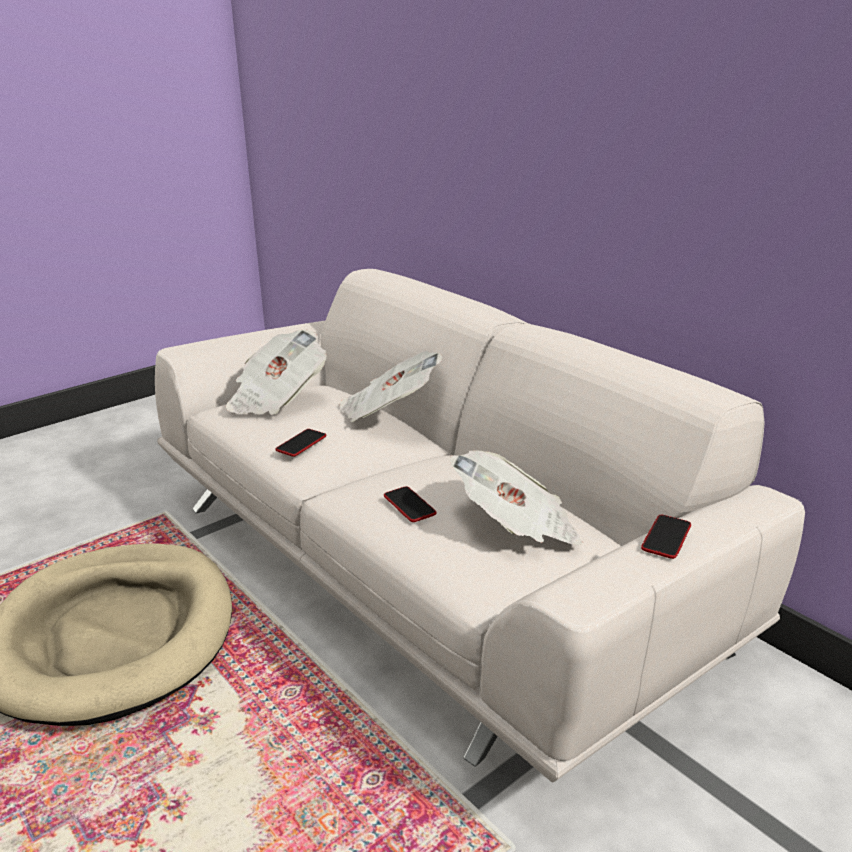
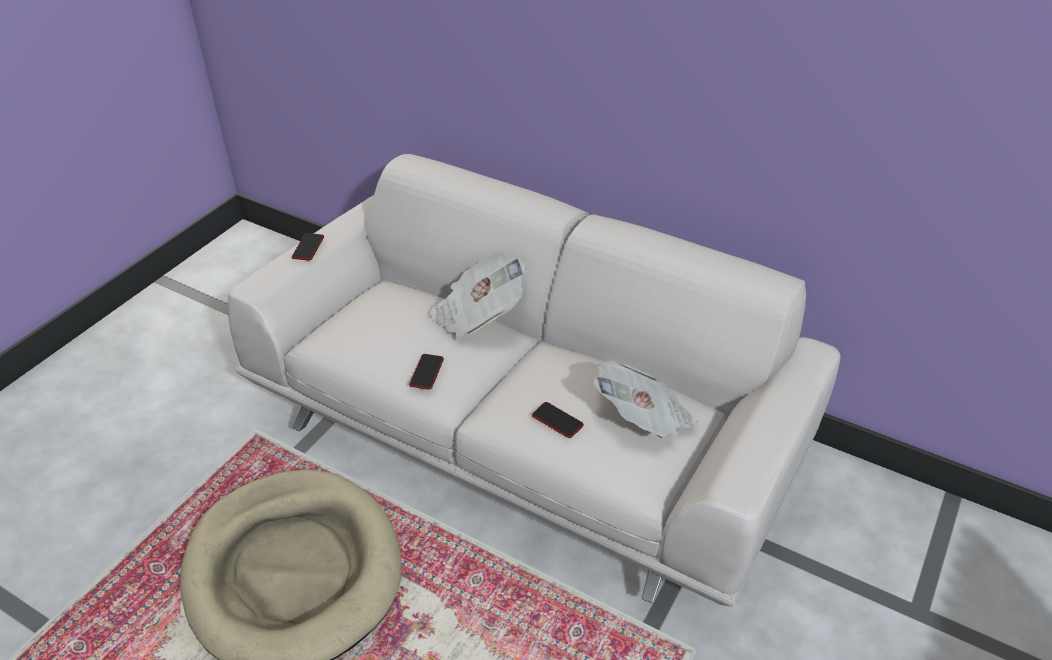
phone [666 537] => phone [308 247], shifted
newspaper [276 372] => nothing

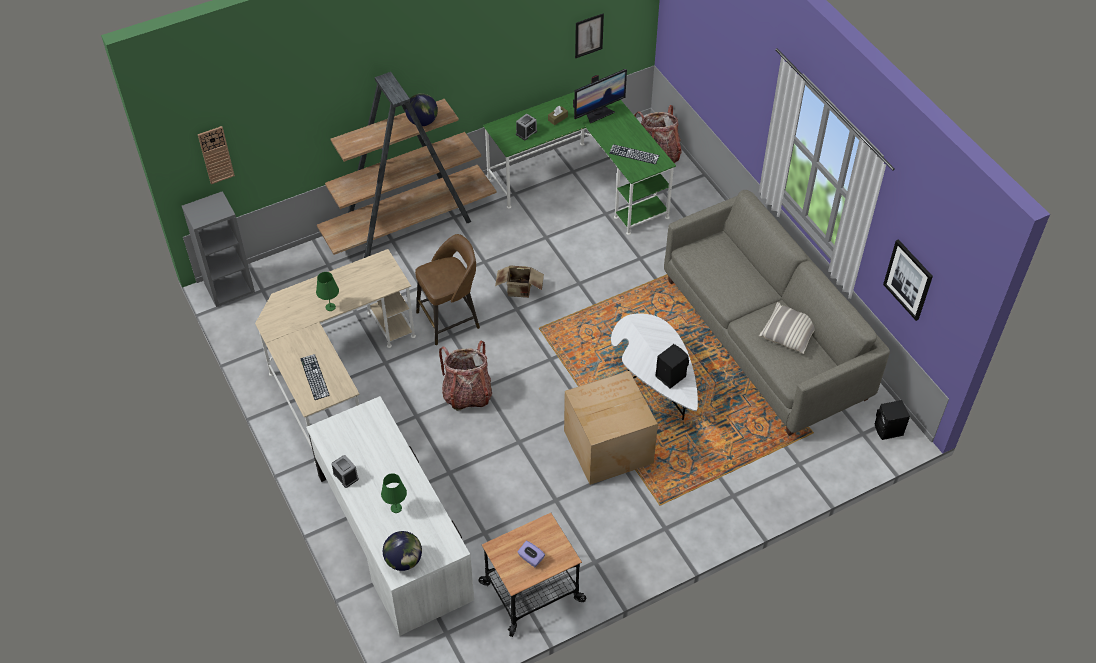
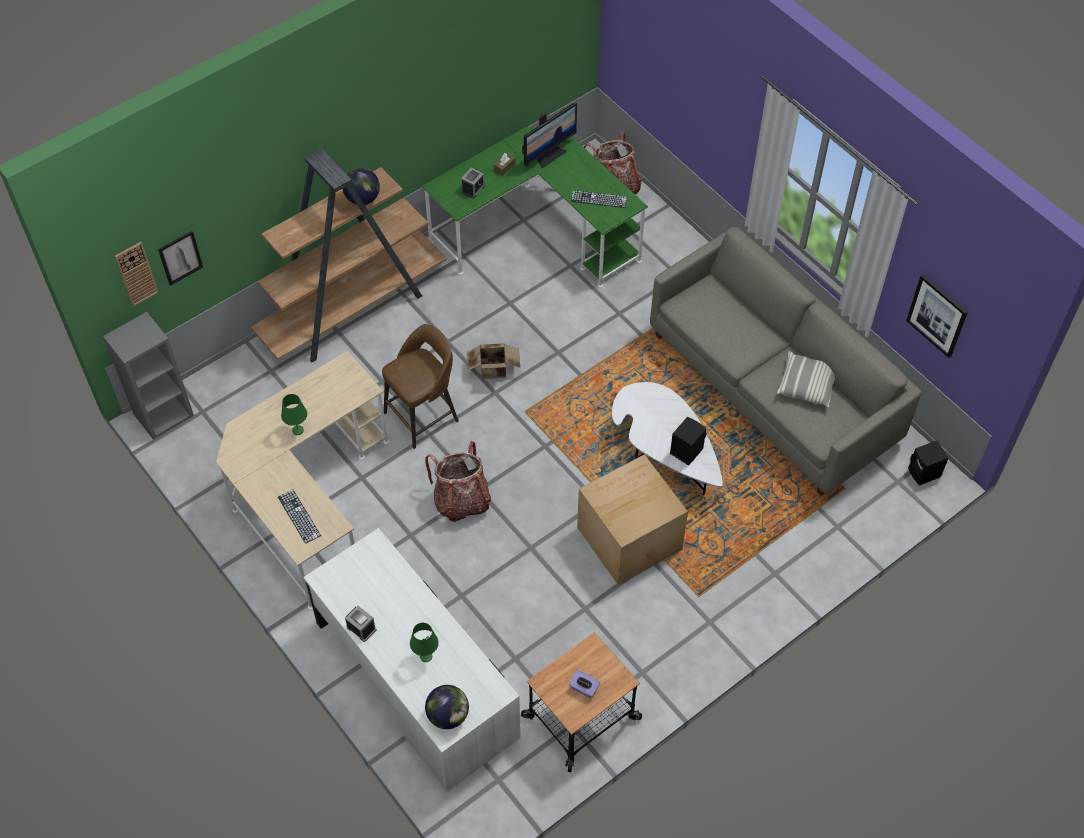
picture [589 36] => picture [180 258], shifted

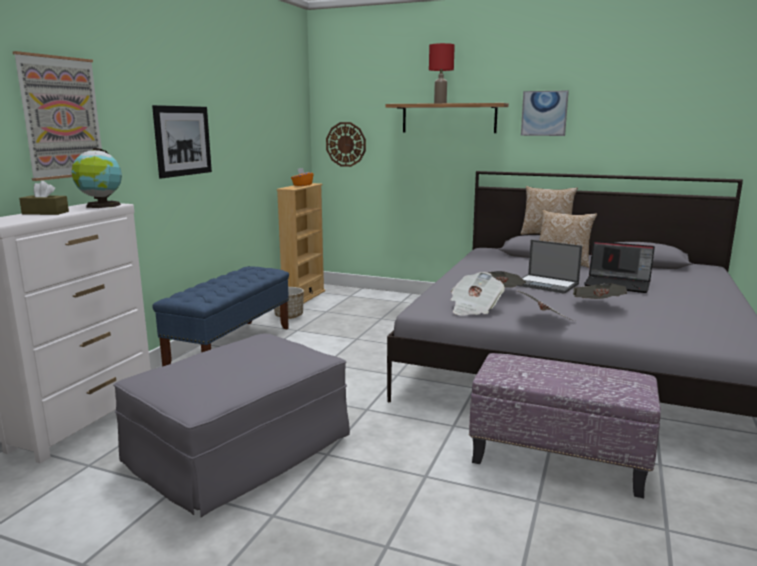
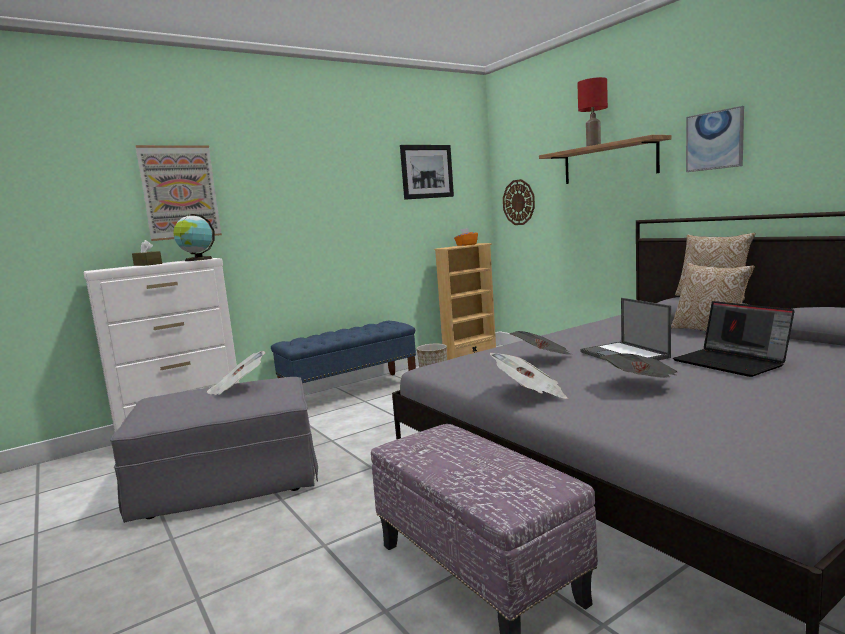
newspaper [477 294] => newspaper [236 373], shifted
picture [182 141] => picture [427 172], shifted

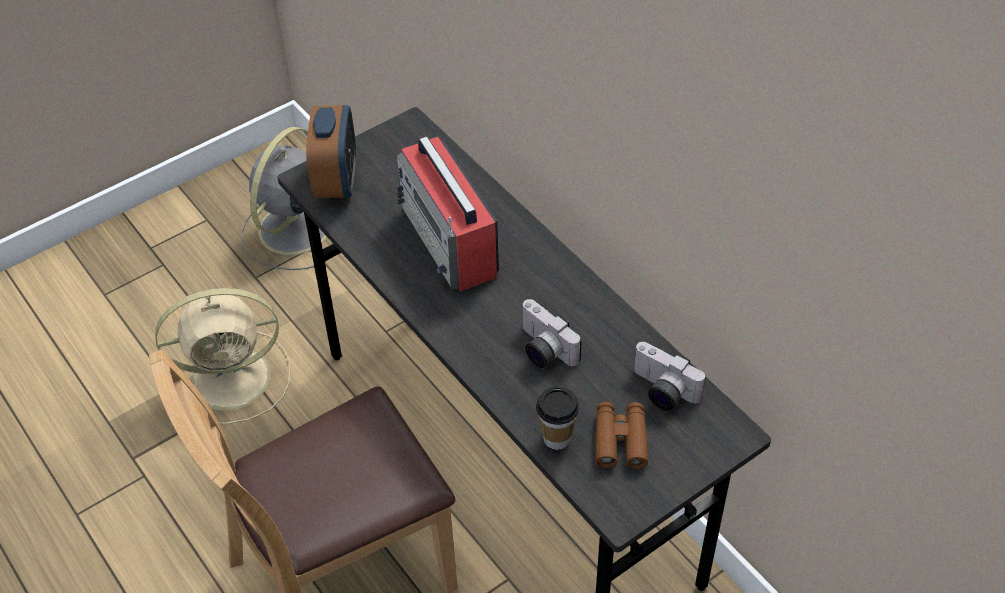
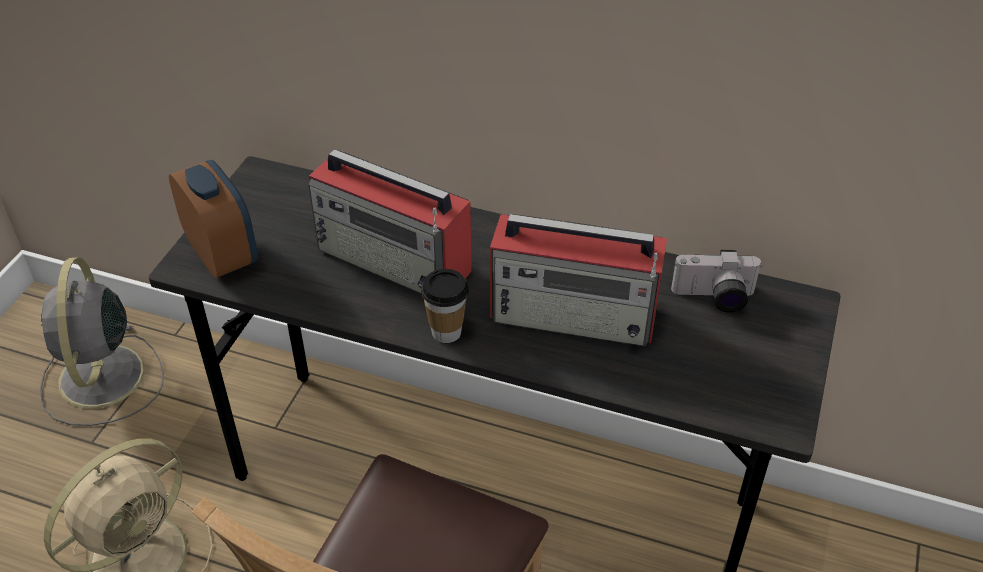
cup [558 418] => cup [445 306], shifted
photo camera [552 333] => radio [578 280]
brown binoculars [621 435] => nothing

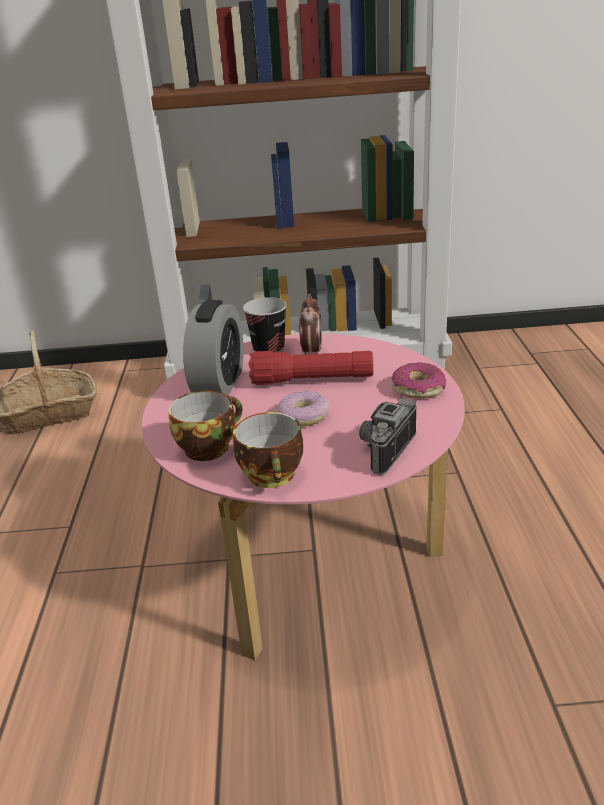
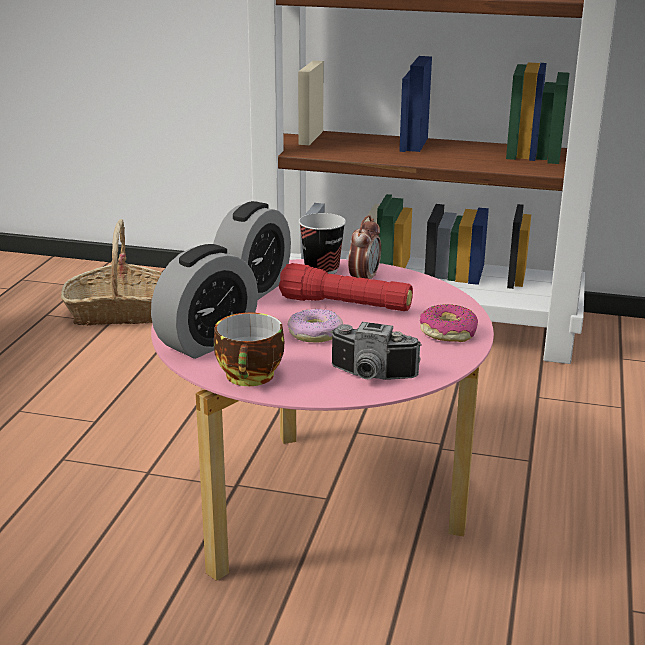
cup [205 426] => alarm clock [204 301]
photo camera [388 436] => photo camera [376 351], 120 degrees counterclockwise

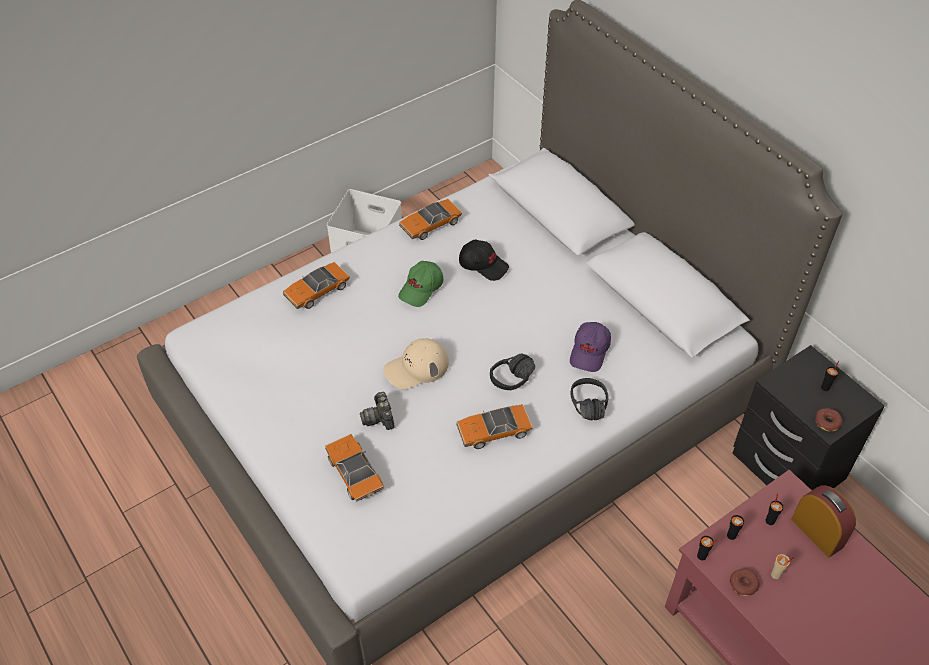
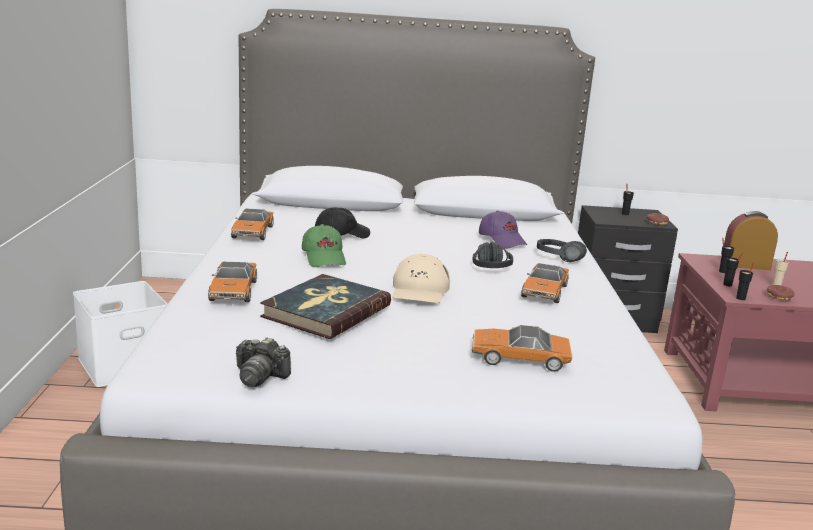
photo camera [377 411] => photo camera [263 362], shifted
nothing => book [325 306]

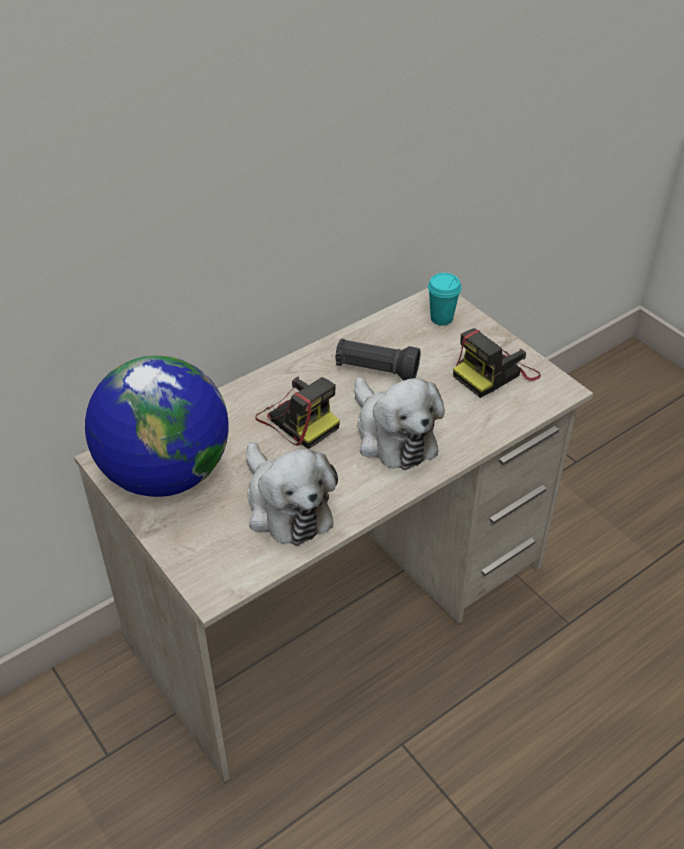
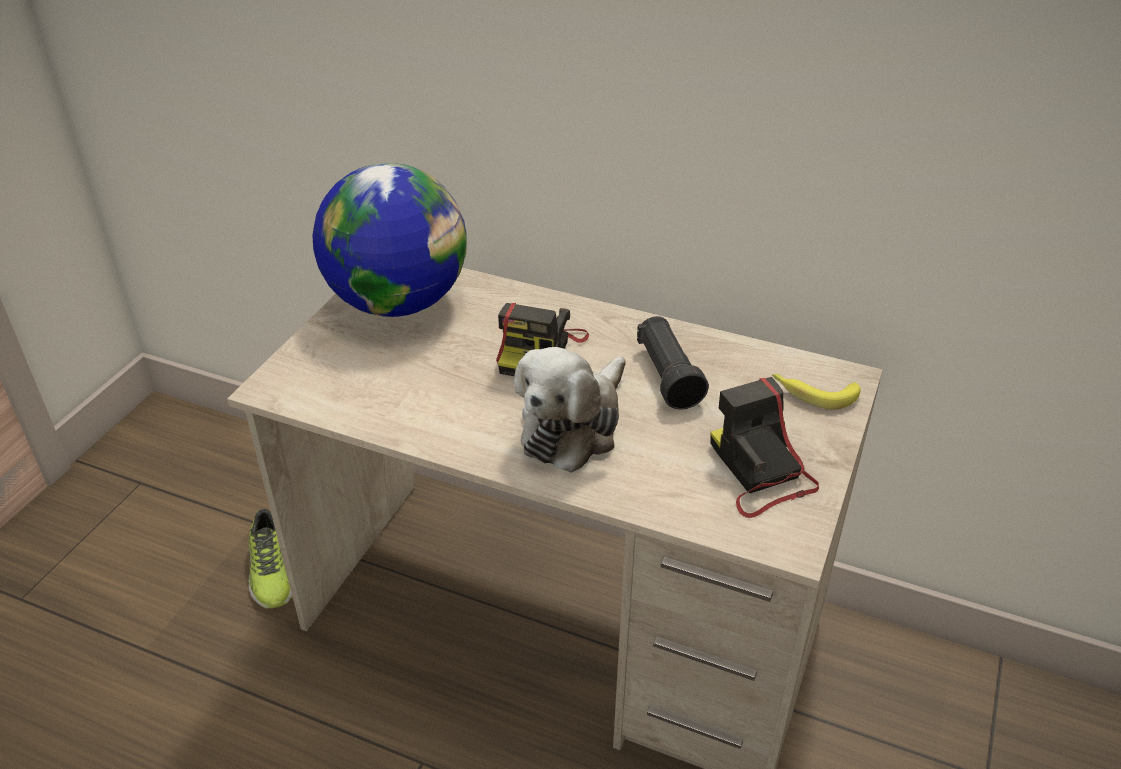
nothing => shoe [270 558]
photo camera [497 363] => photo camera [765 447], 45 degrees clockwise
turquoise cup [445 299] => banana [816 391]
plush toy [292 494] => nothing

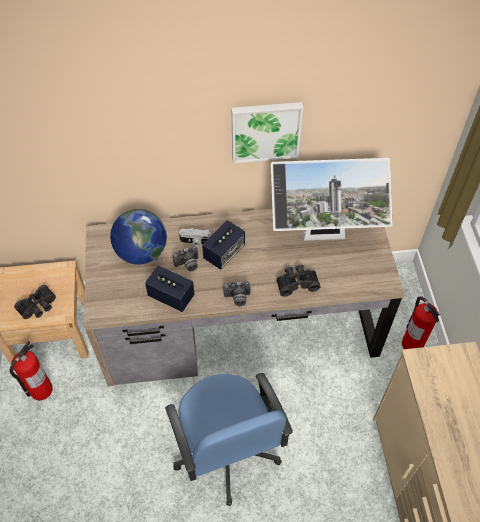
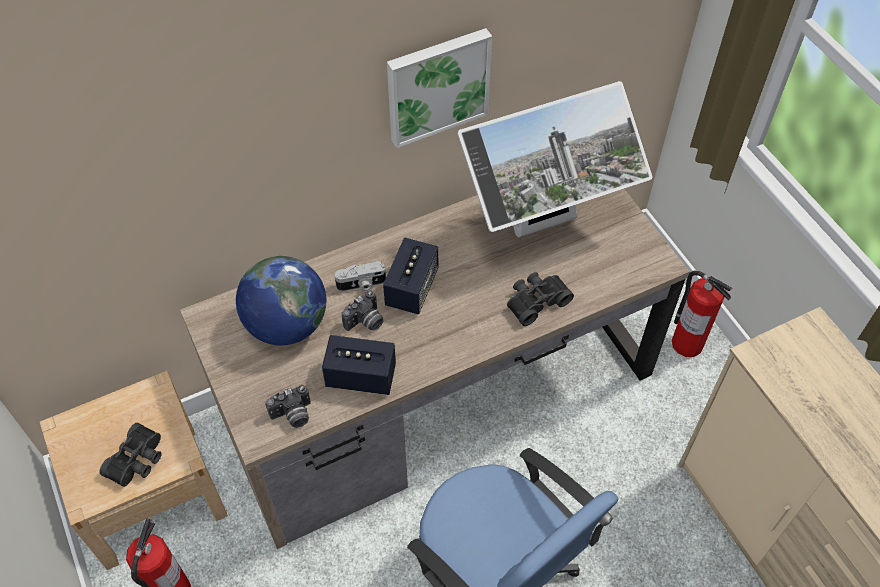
photo camera [236 293] => photo camera [288 406], shifted

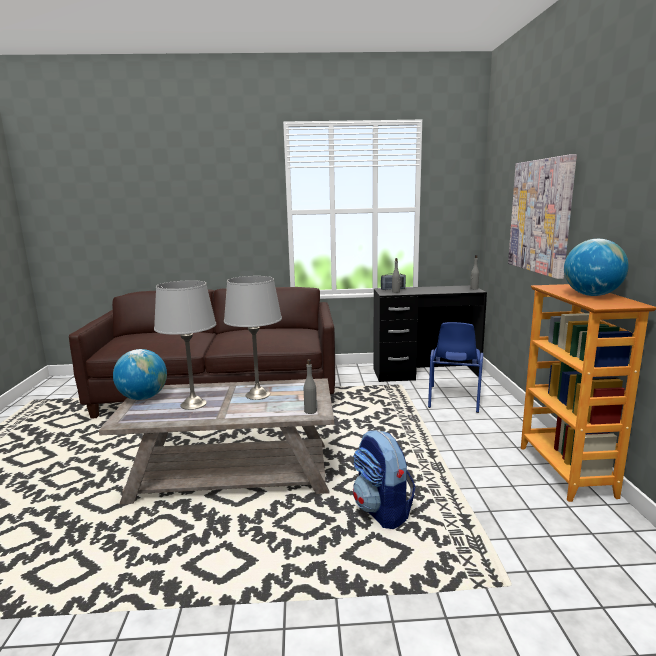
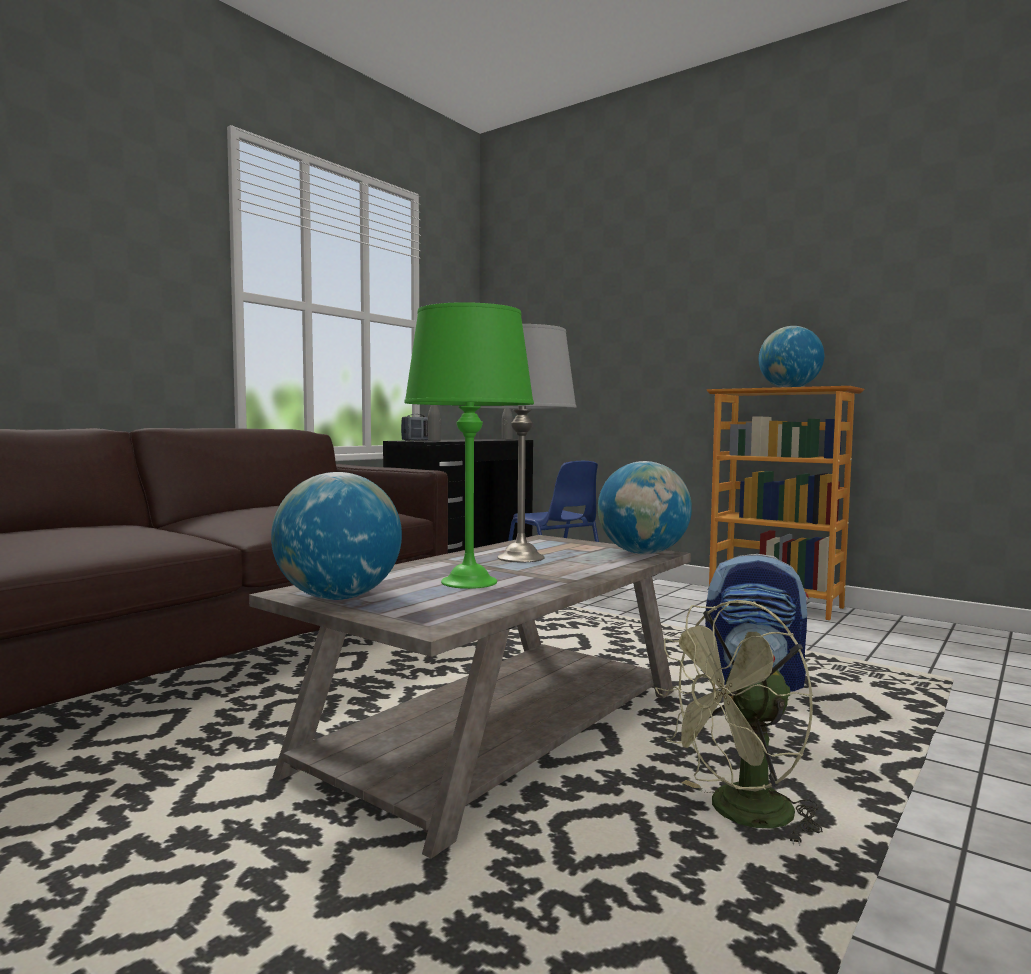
grey table lamp [185 345] => green table lamp [469 445]
grey bottle [310 386] => globe [645 507]
nothing => green fan [739 723]
picture [542 216] => nothing

